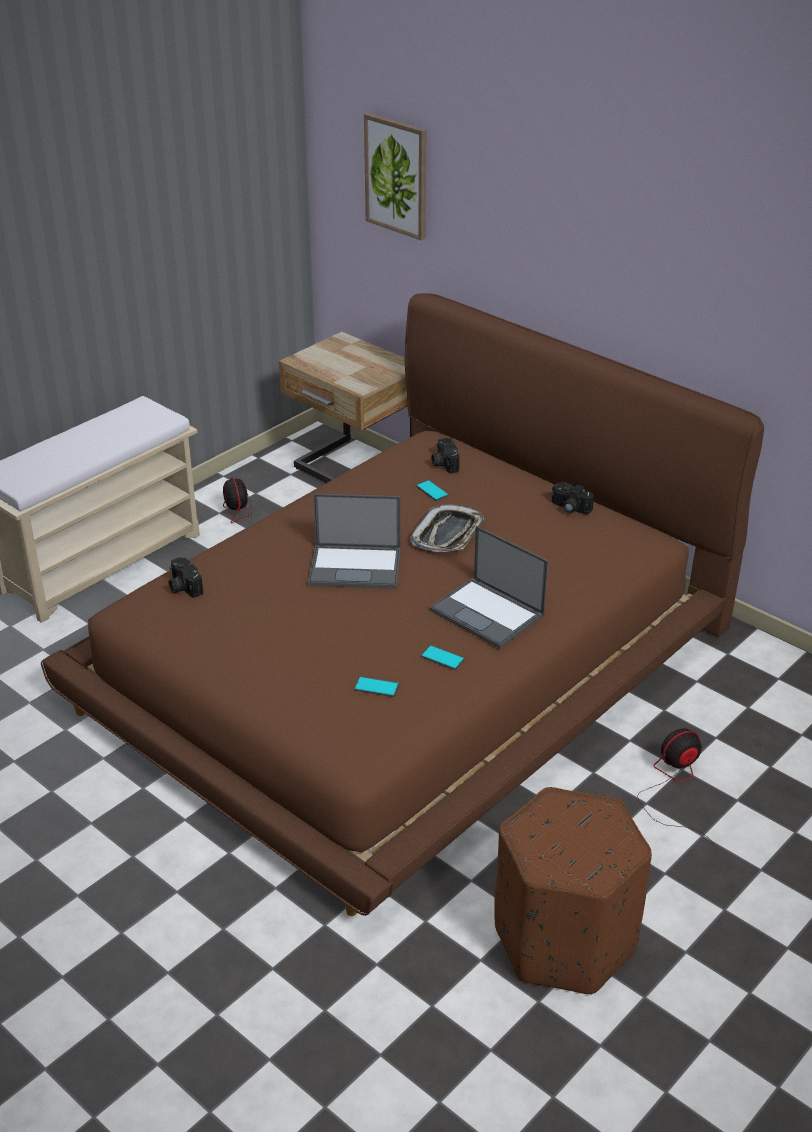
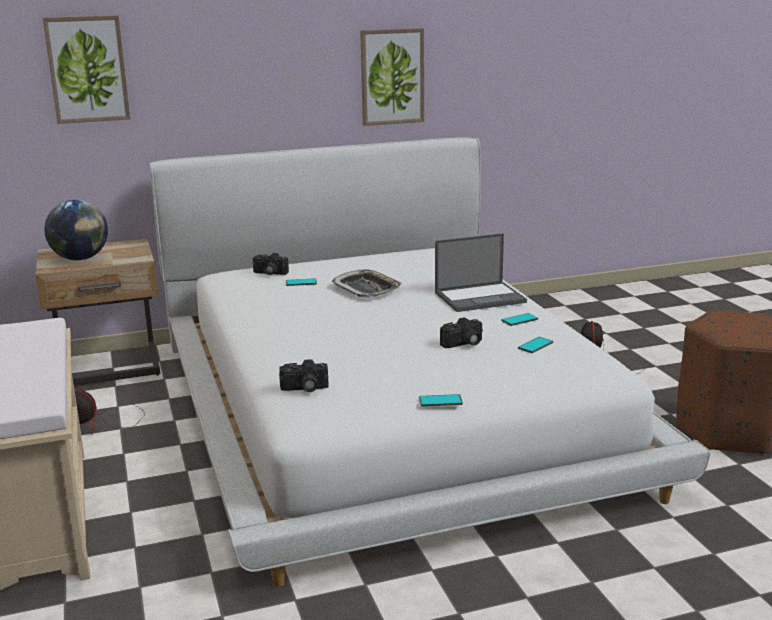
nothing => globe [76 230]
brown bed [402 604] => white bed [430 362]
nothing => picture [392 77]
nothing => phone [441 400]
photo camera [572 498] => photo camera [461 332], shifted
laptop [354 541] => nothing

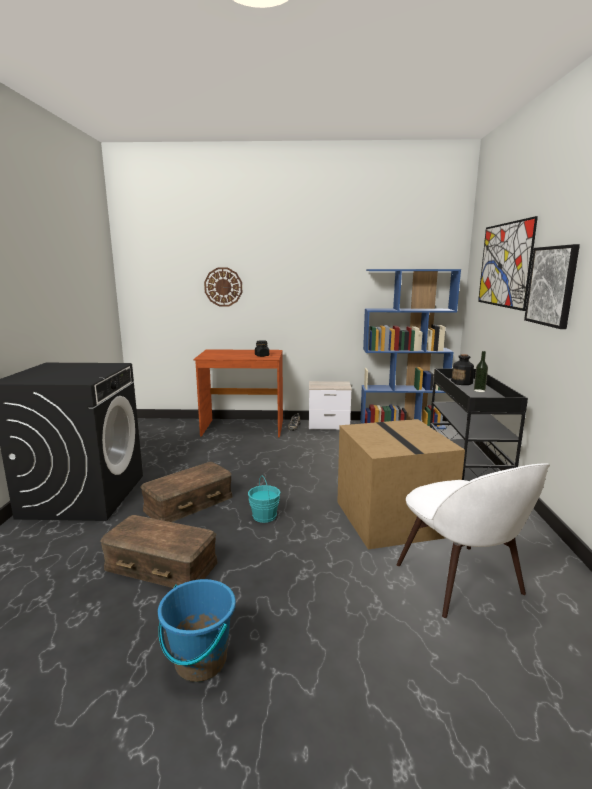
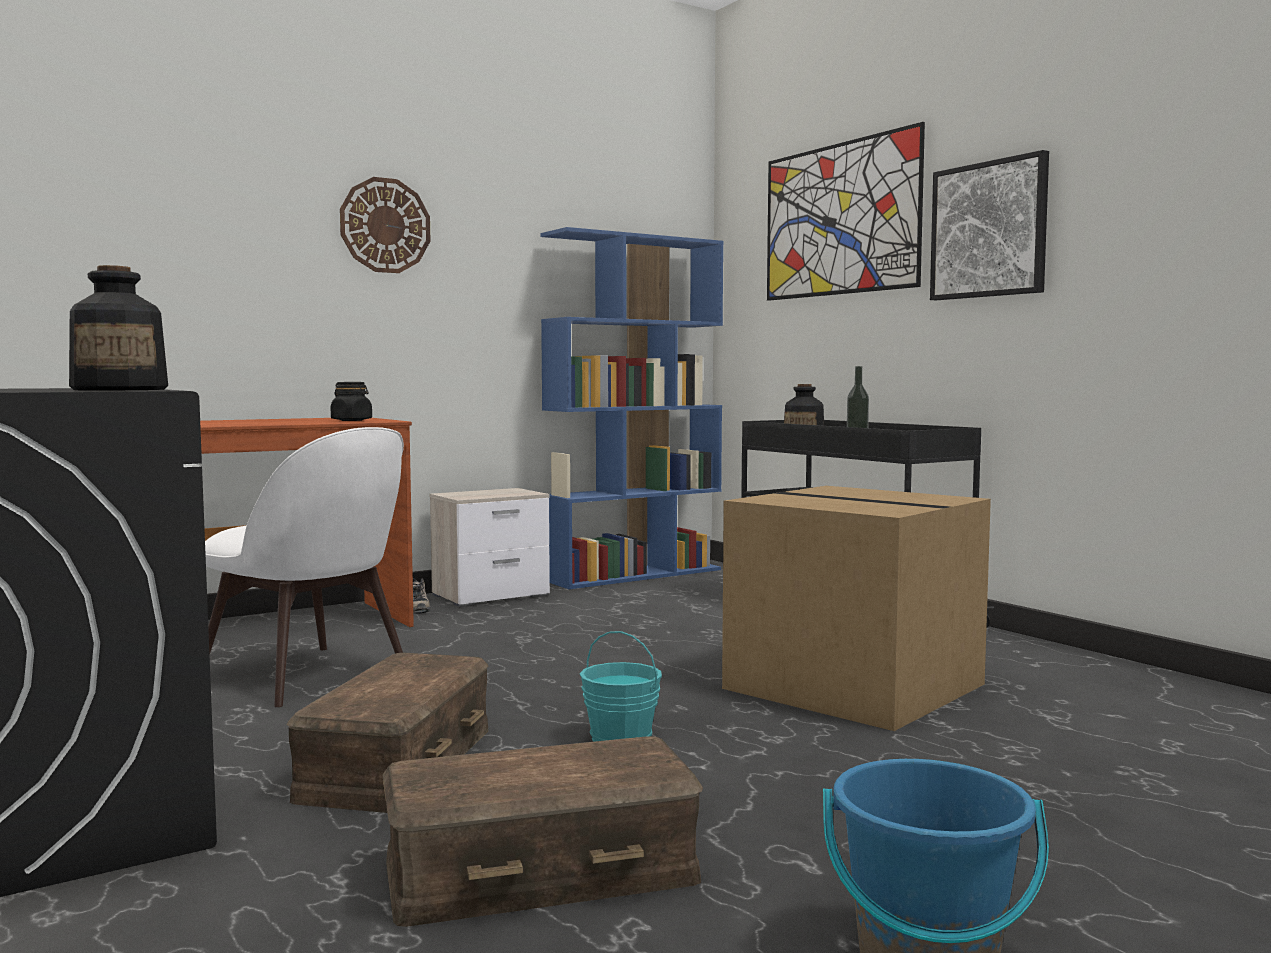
nothing => bottle [118 327]
white chair [473 540] => white chair [304 567], shifted
wall clock [223 286] => wall clock [385 225], shifted

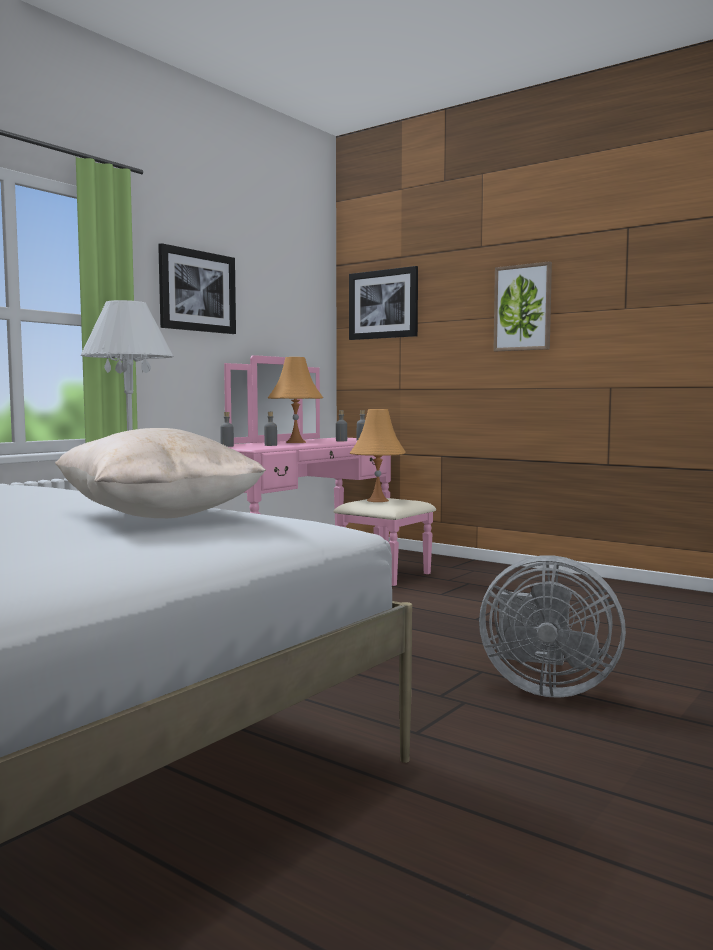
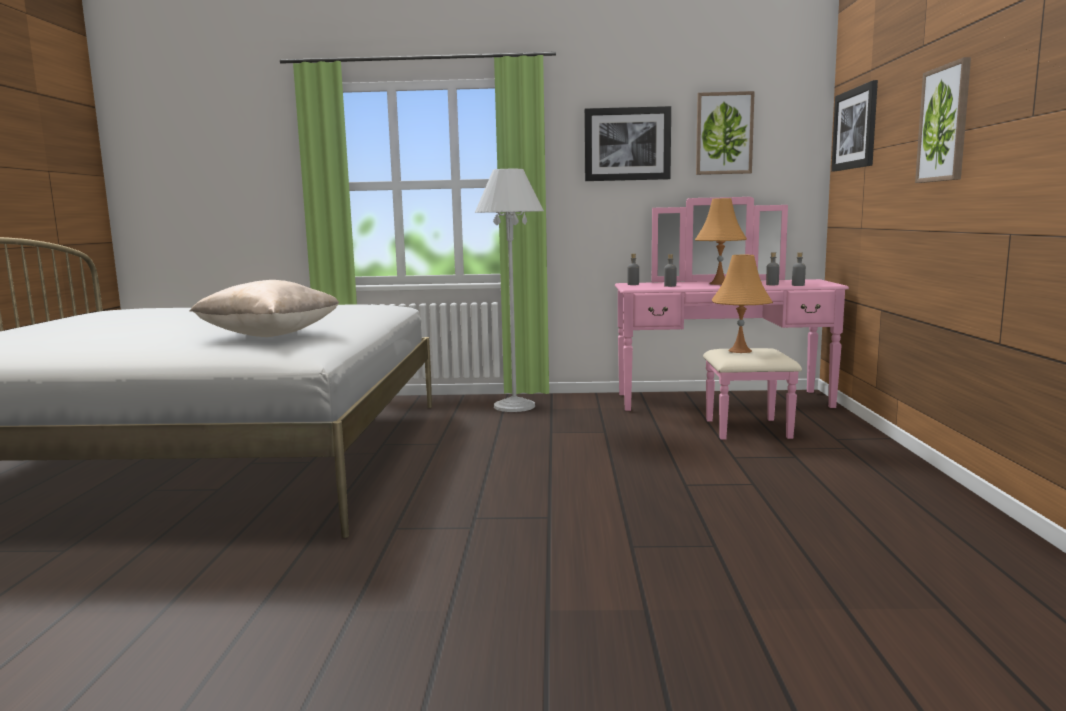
nothing => picture [725 133]
grey fan [552 626] => nothing

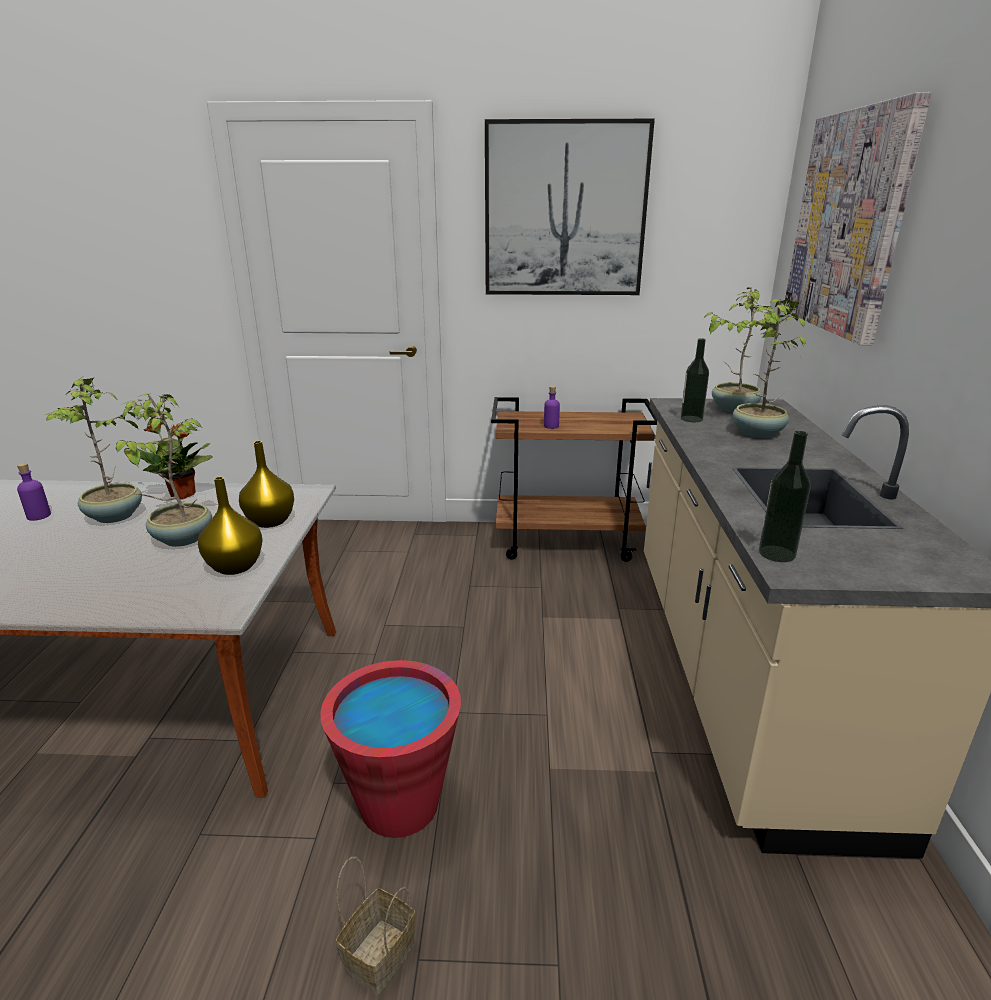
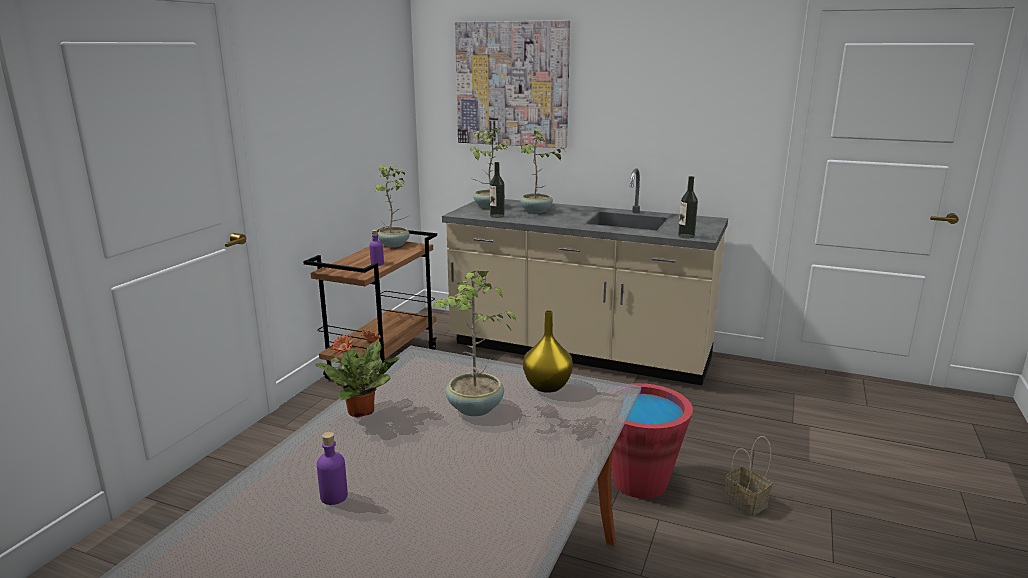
potted plant [93 449] => potted plant [392 206], shifted
yellow vase [266 484] => nothing
picture [570 207] => nothing

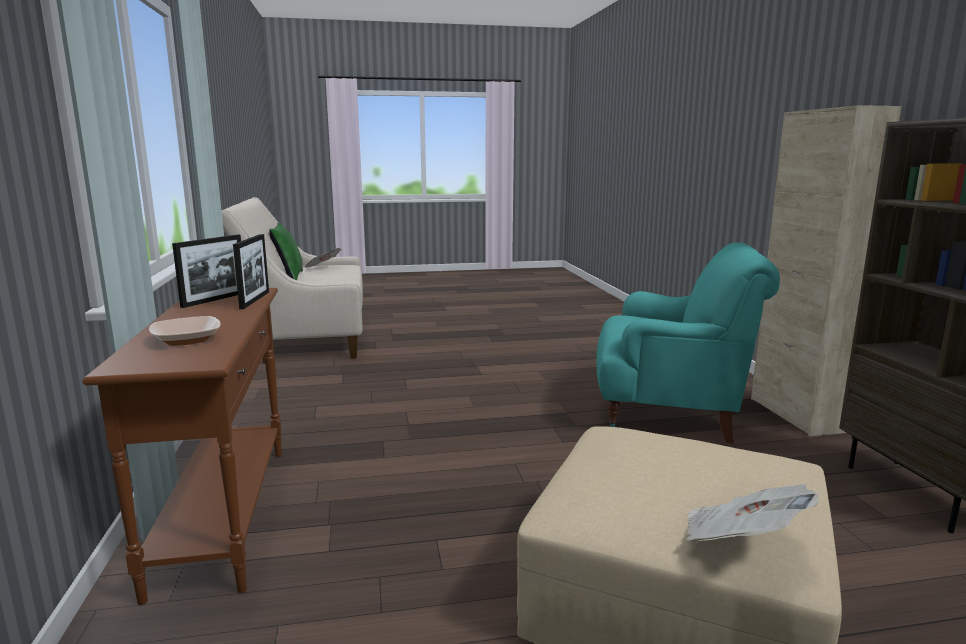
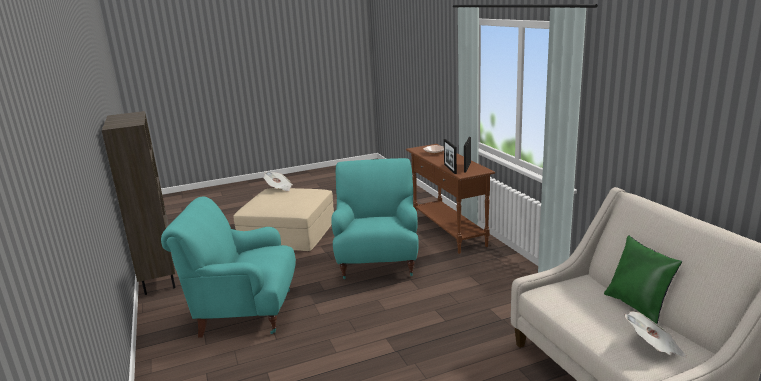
nothing => turquoise armchair [375 218]
beige cabinet [826 270] => nothing

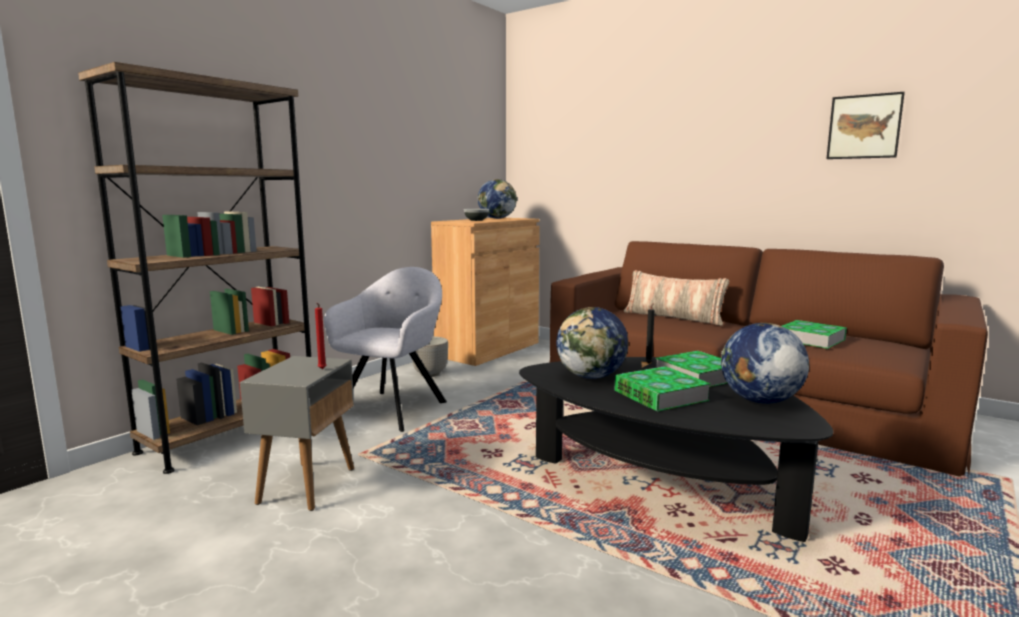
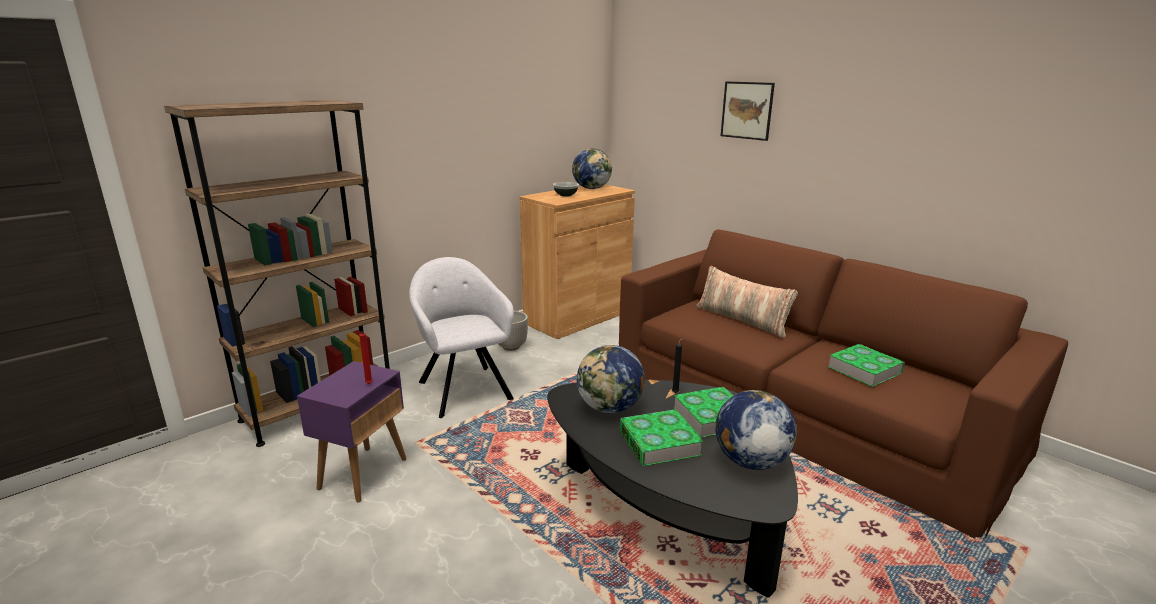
grey side table [297 433] => purple side table [352 431]
grey armchair [385 349] => grey armchair [461 337], 60 degrees counterclockwise
picture [865 125] => picture [748 111], shifted

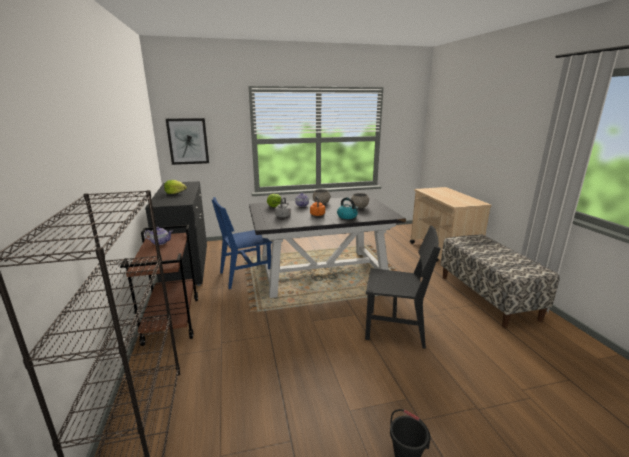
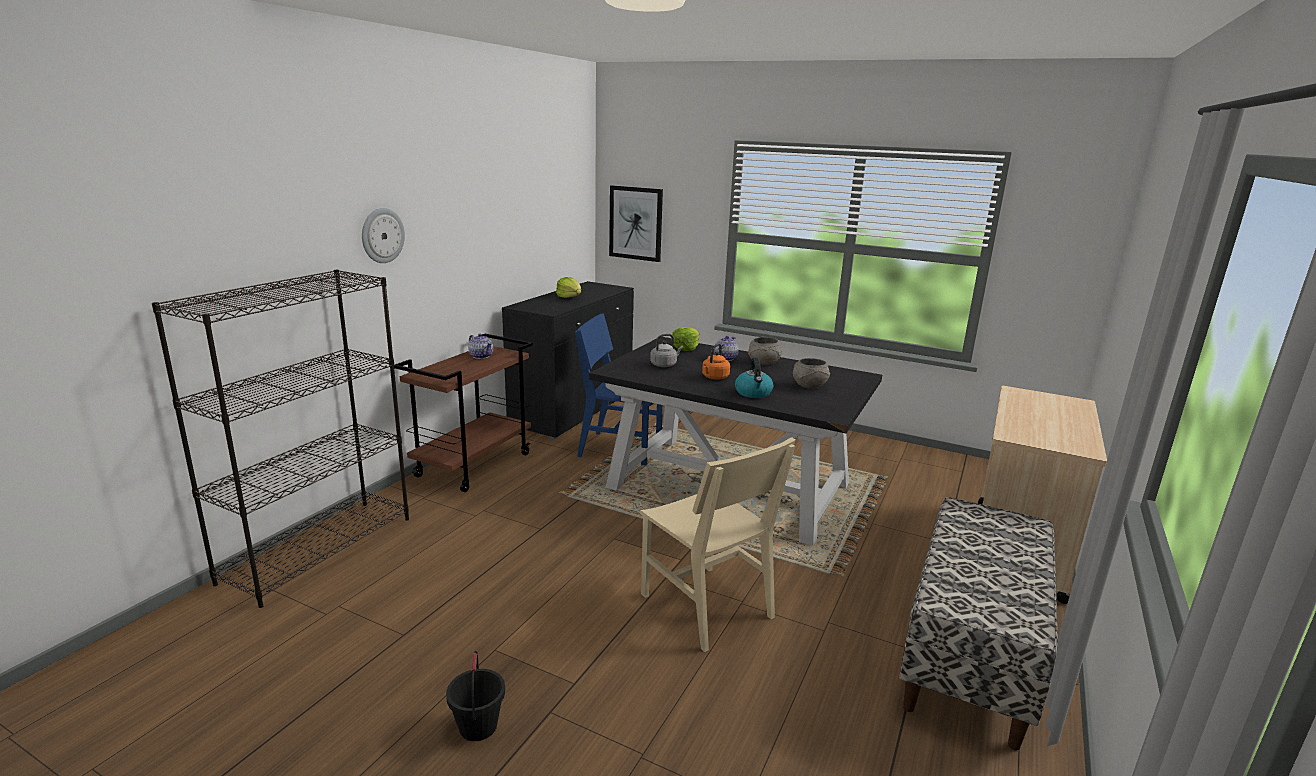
nothing => wall clock [383 235]
black chair [403 287] => beige chair [718 544]

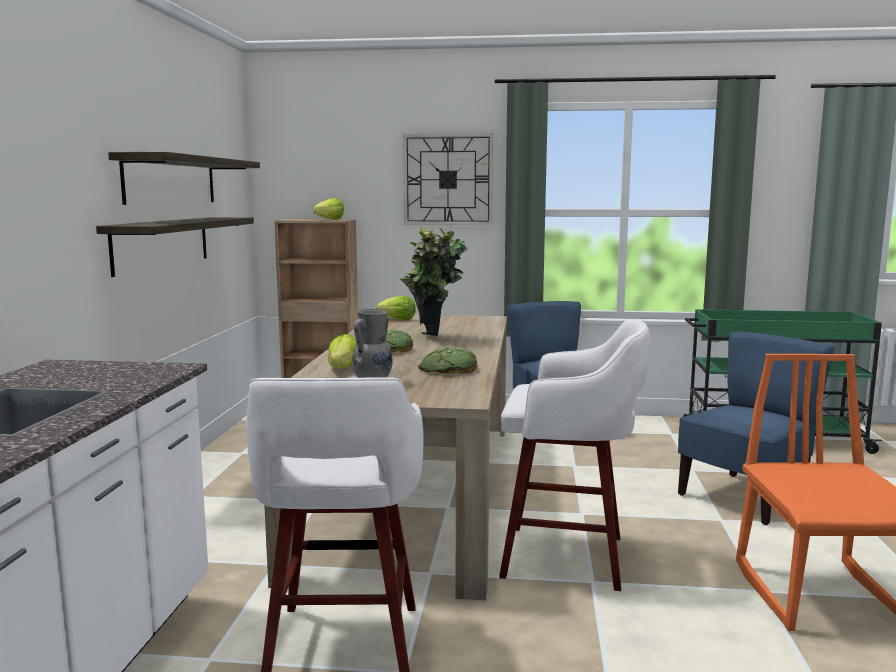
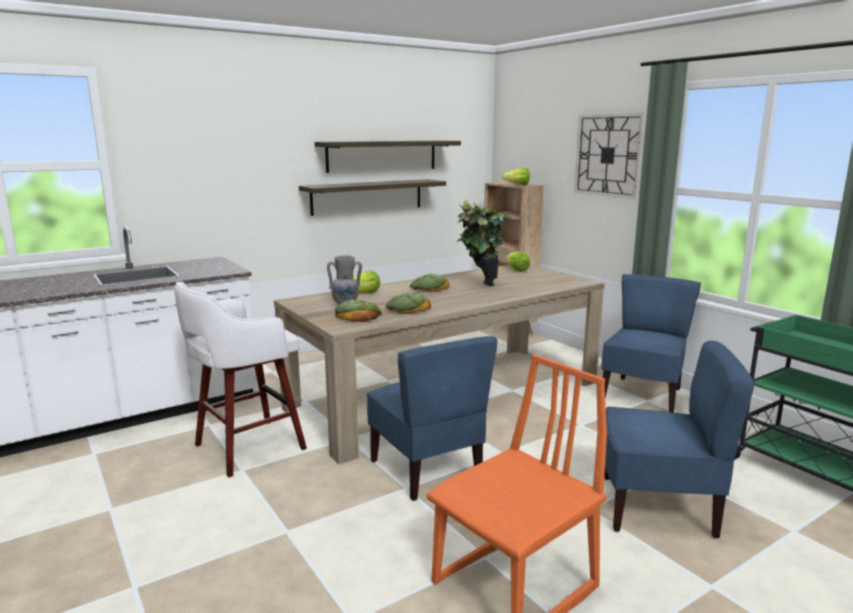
nothing => bread [358 310]
white stool [574 455] => blue chair [432 418]

